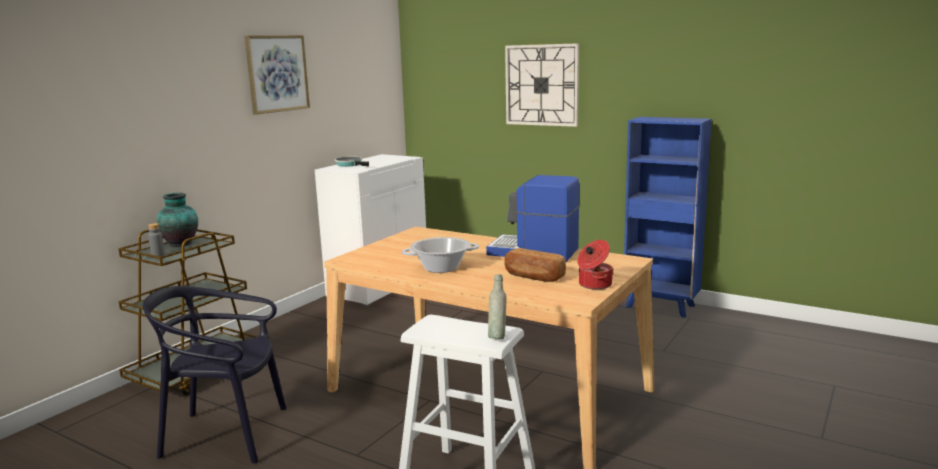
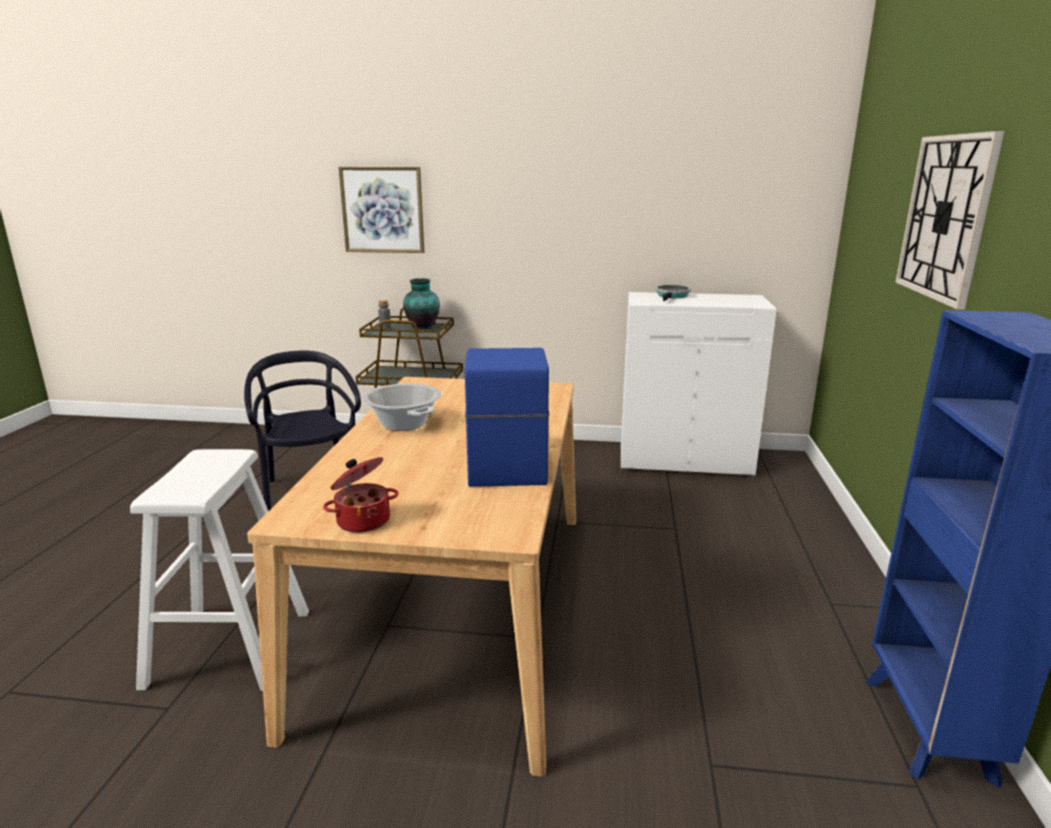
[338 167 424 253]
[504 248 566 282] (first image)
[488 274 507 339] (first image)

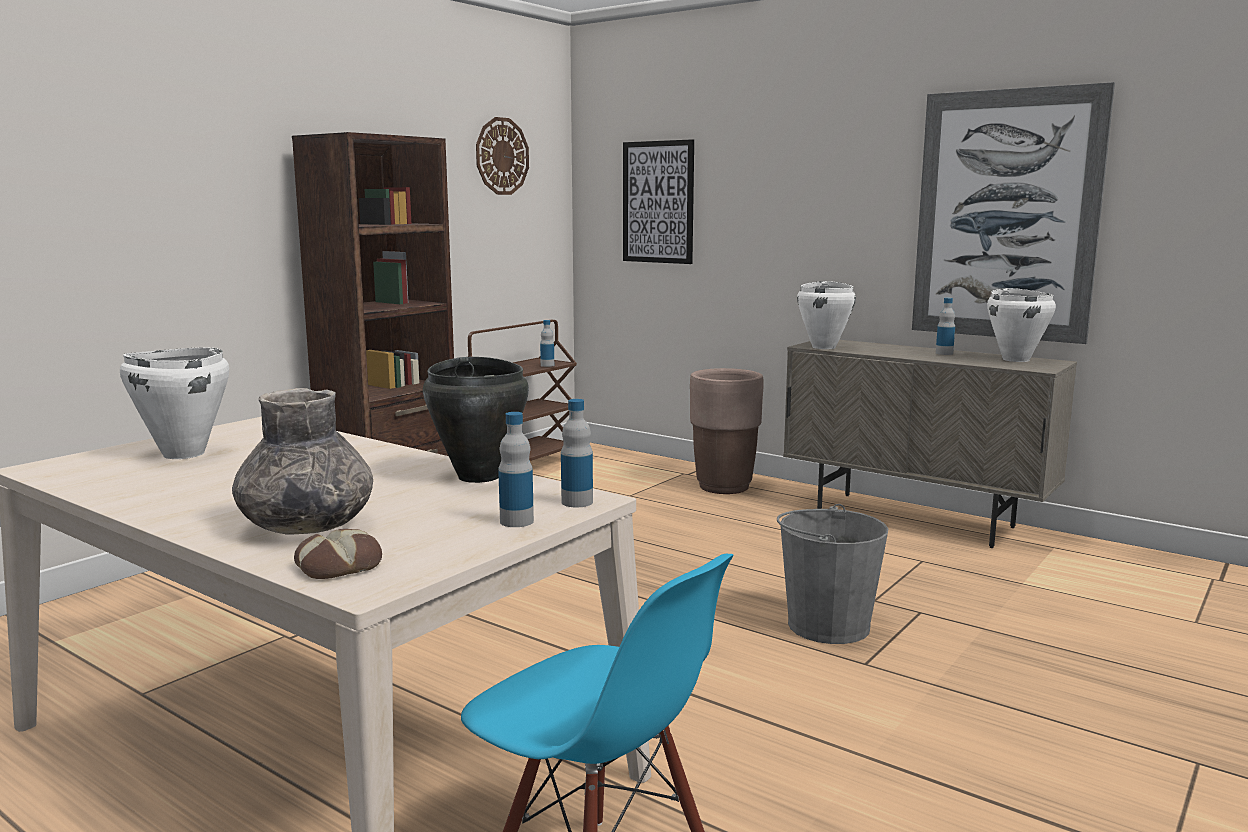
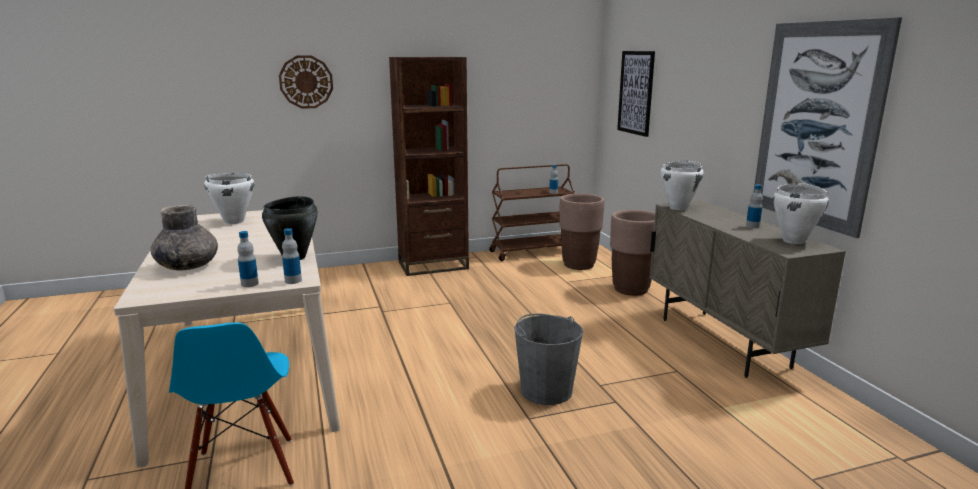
[279 55 333 109]
[294 529 382 579] (first image)
[559 193 604 270]

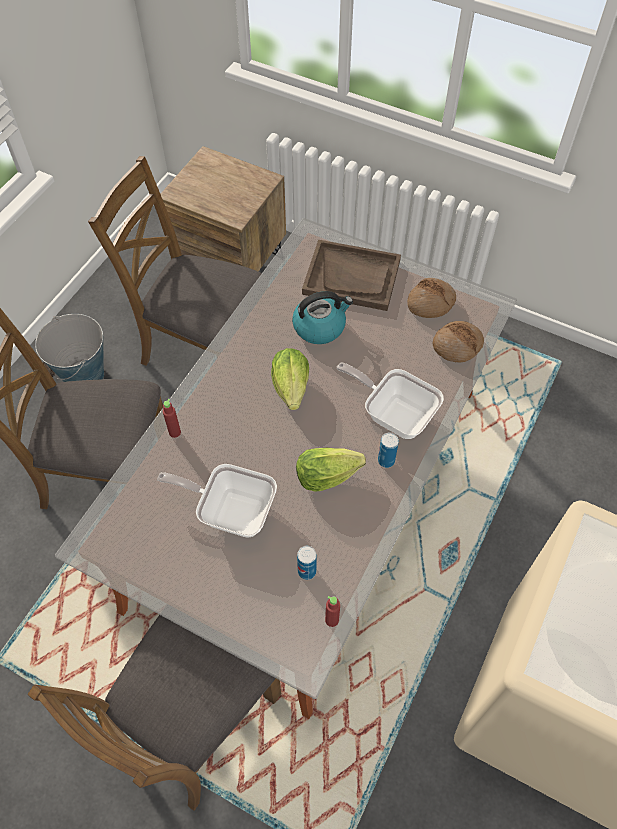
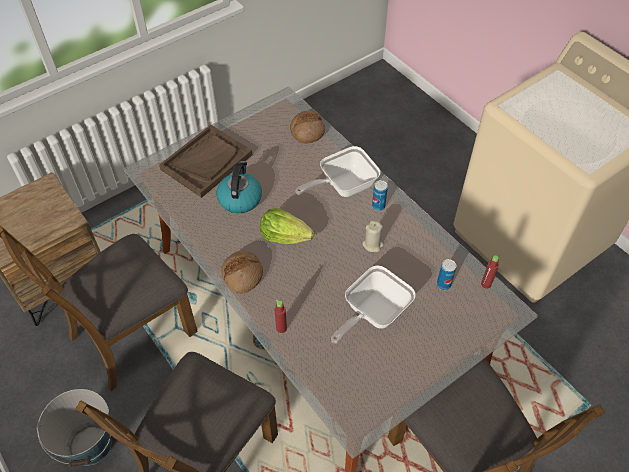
[221 251 263 294]
[362 221 384 252]

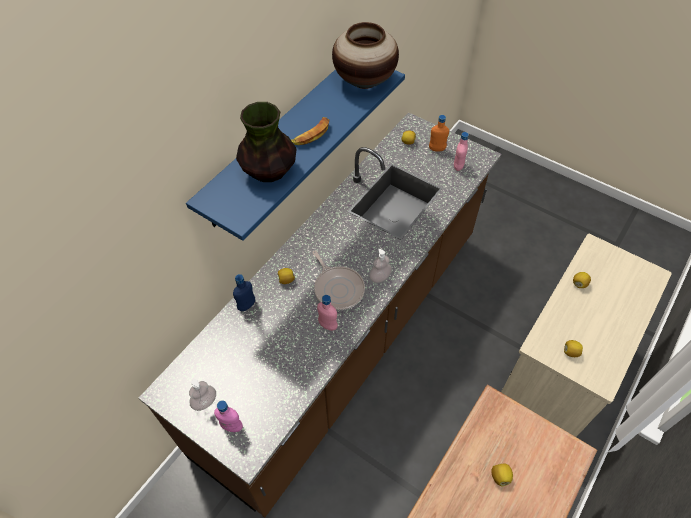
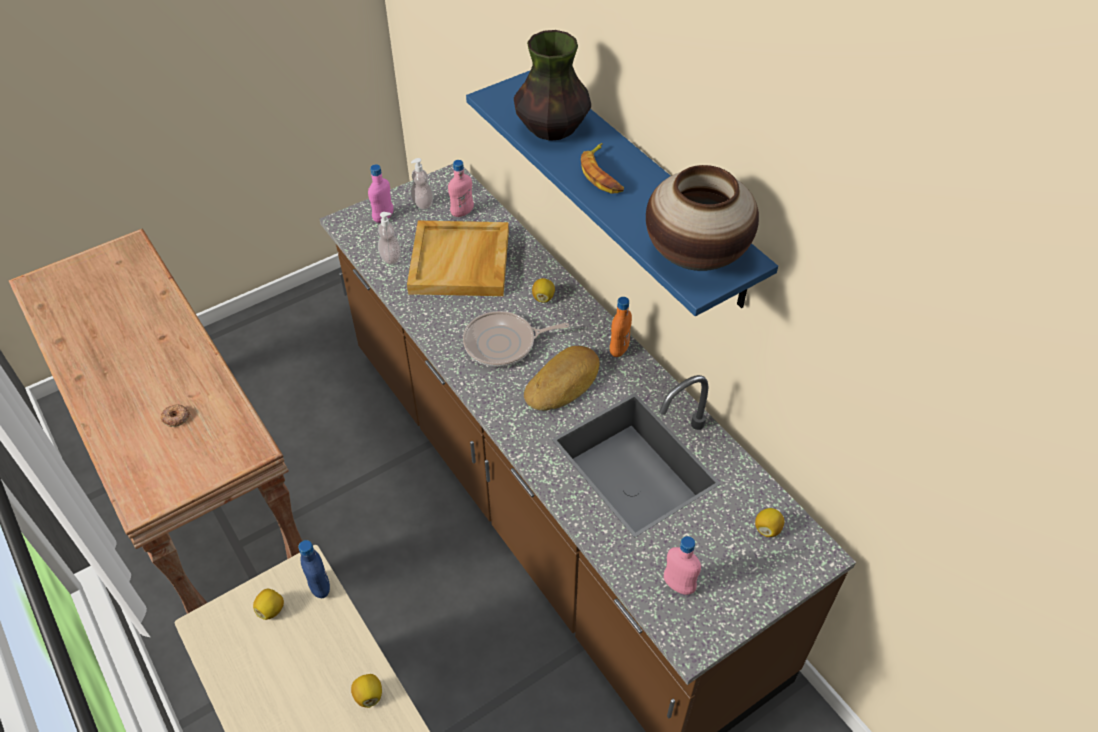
[610 297 632 357]
[378 212 401 265]
[298 540 330 598]
[448 160 474 217]
[161 404 190 427]
[407 221 509 296]
[524 346 600 411]

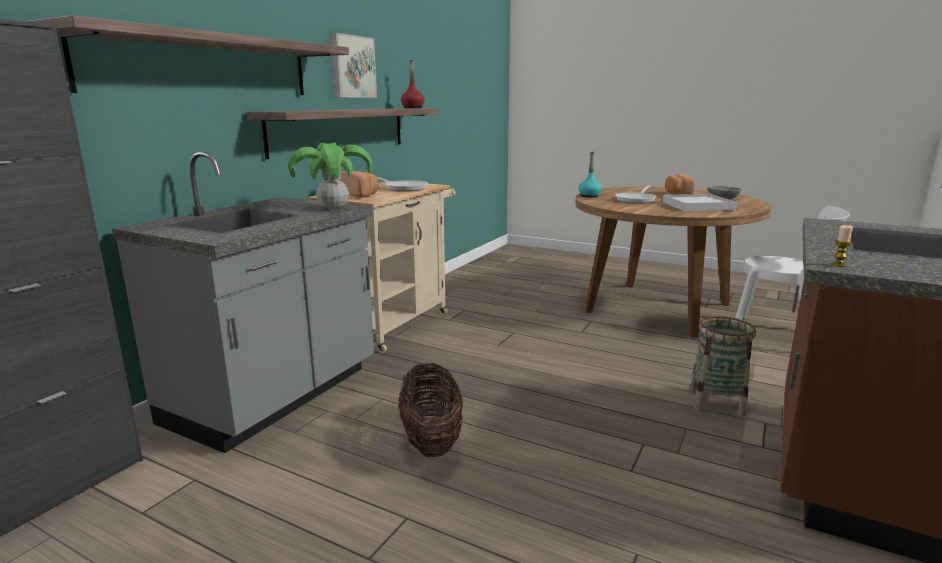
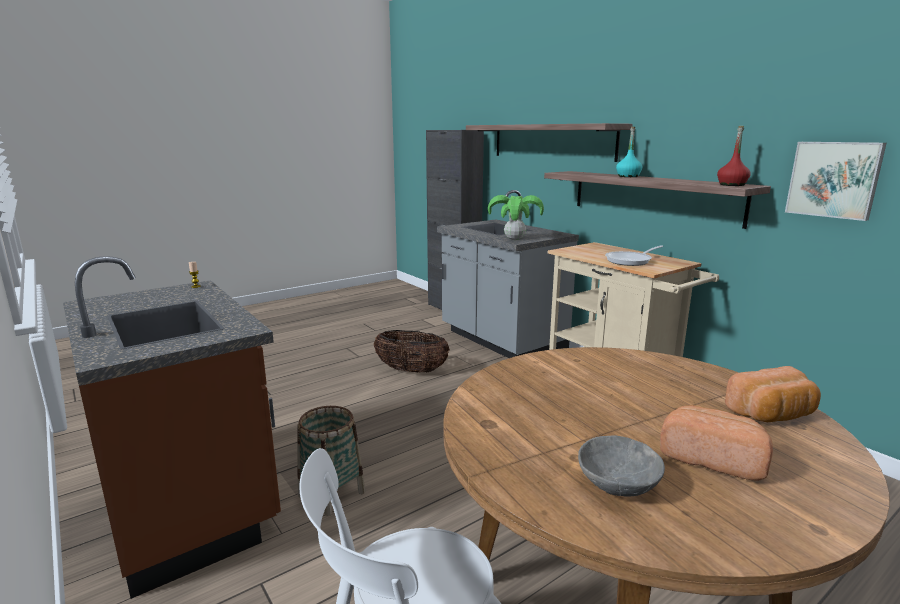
[785 142 886 221]
[616 127 642 177]
[725 366 821 422]
[615 185 657 204] (first image)
[663 194 737 211] (first image)

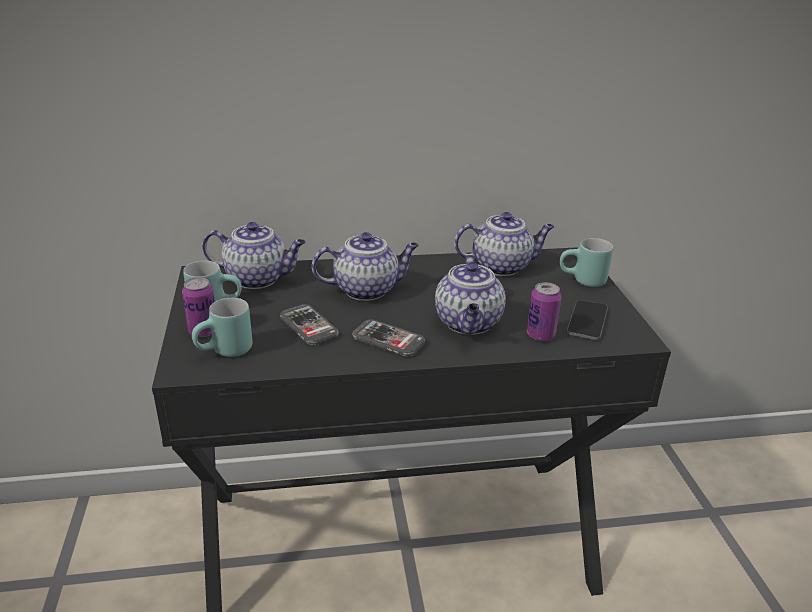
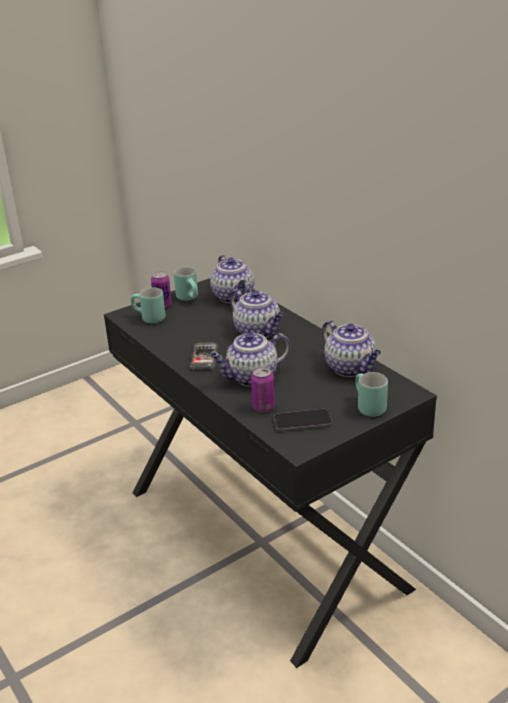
[280 304 339 345] (first image)

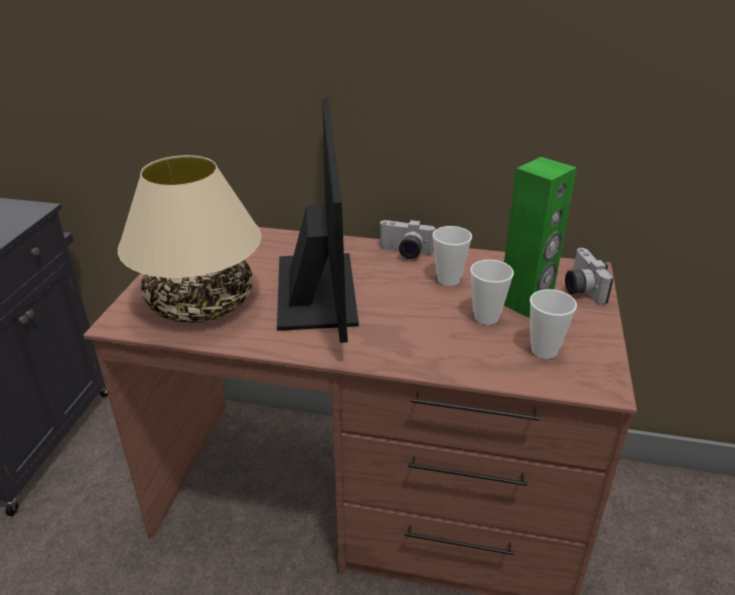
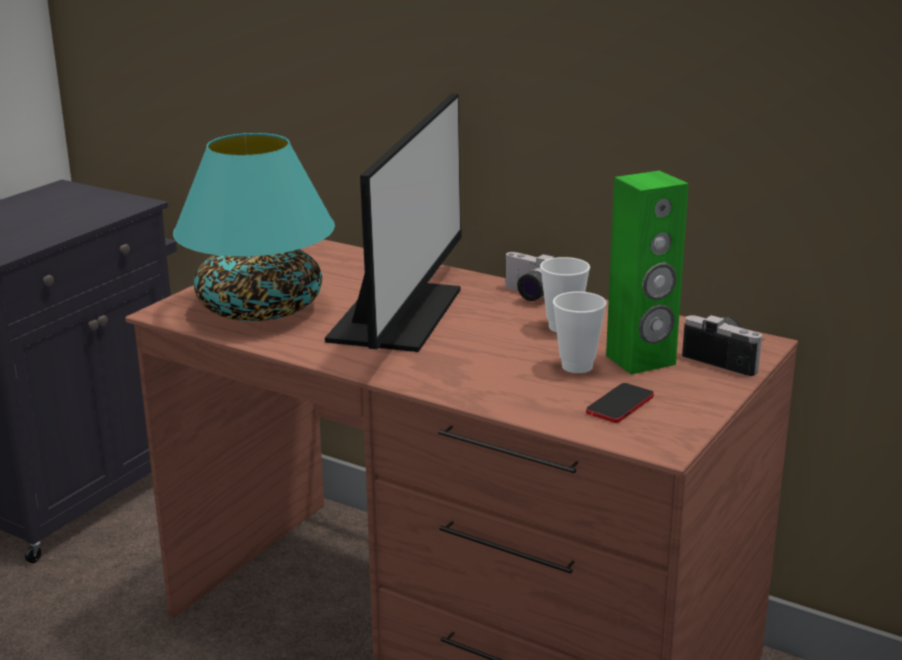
[173 133 335 321]
[682 315 764 376]
[586 383 654 423]

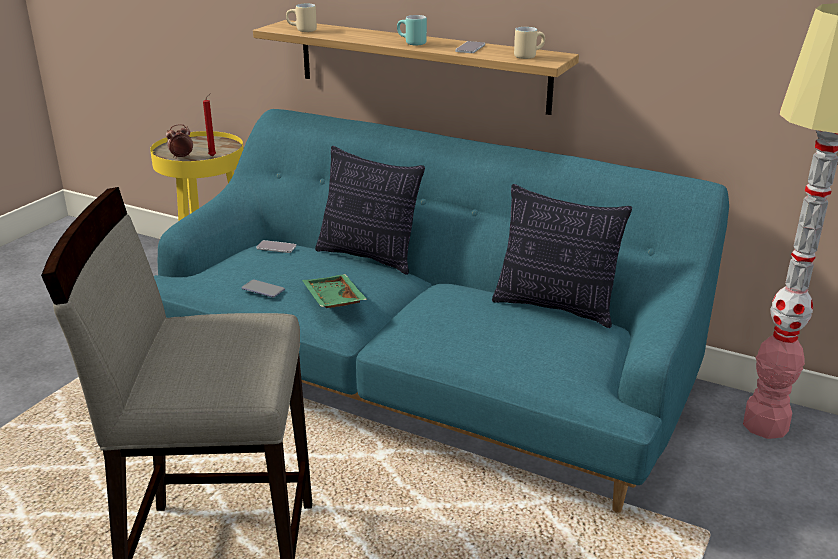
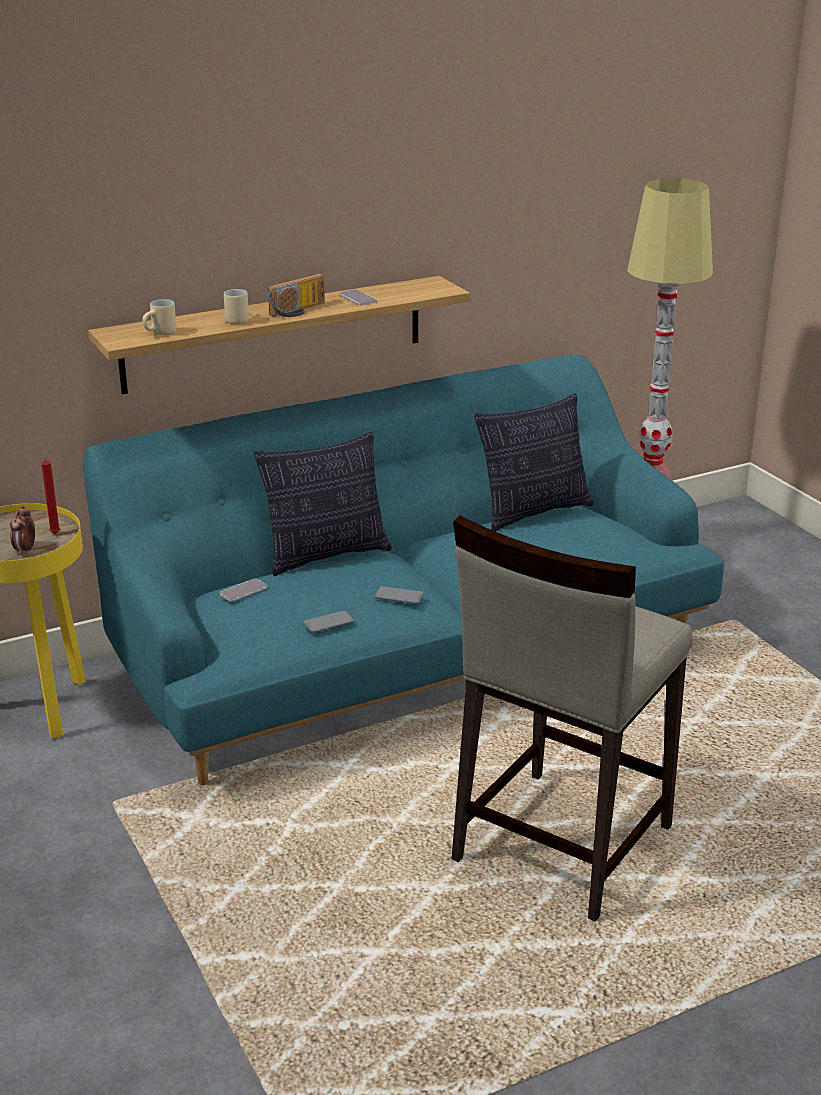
[268 274 325 317]
[224 289 249 324]
[375 586 424 604]

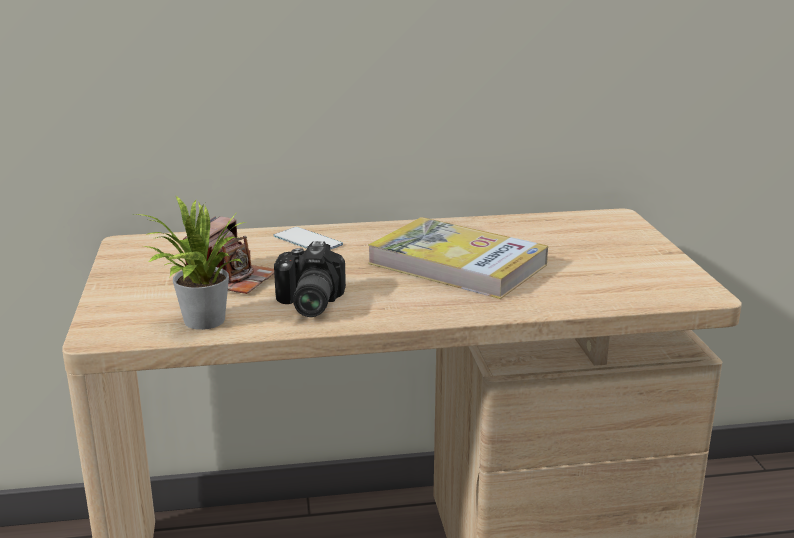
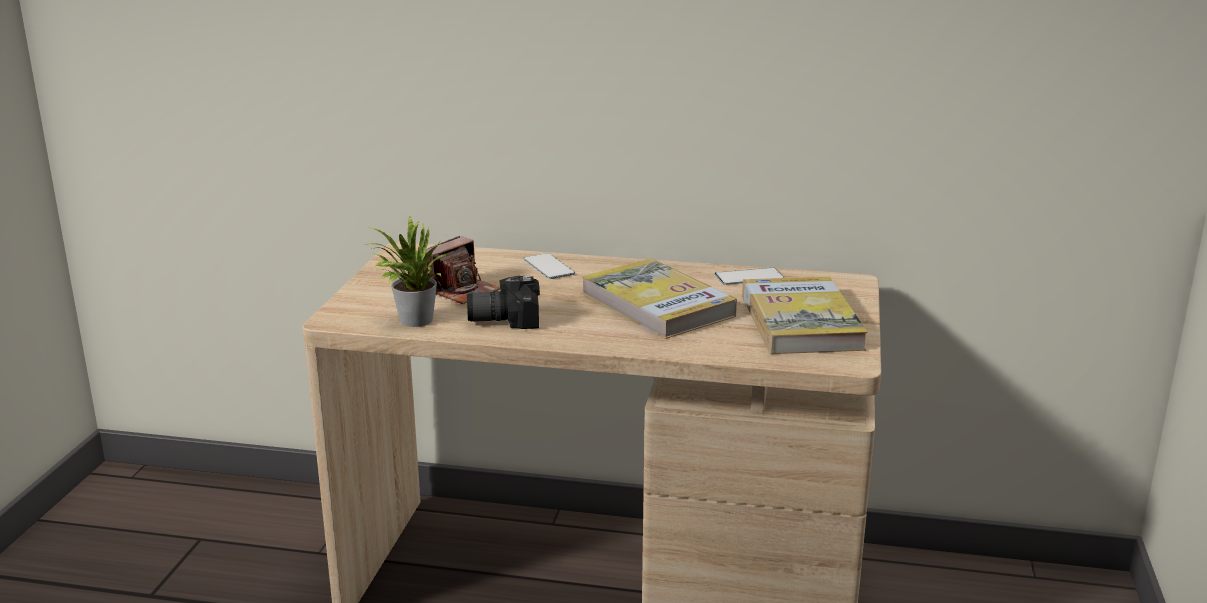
[467 276 540 329]
[714 267 784 285]
[742 277 868 354]

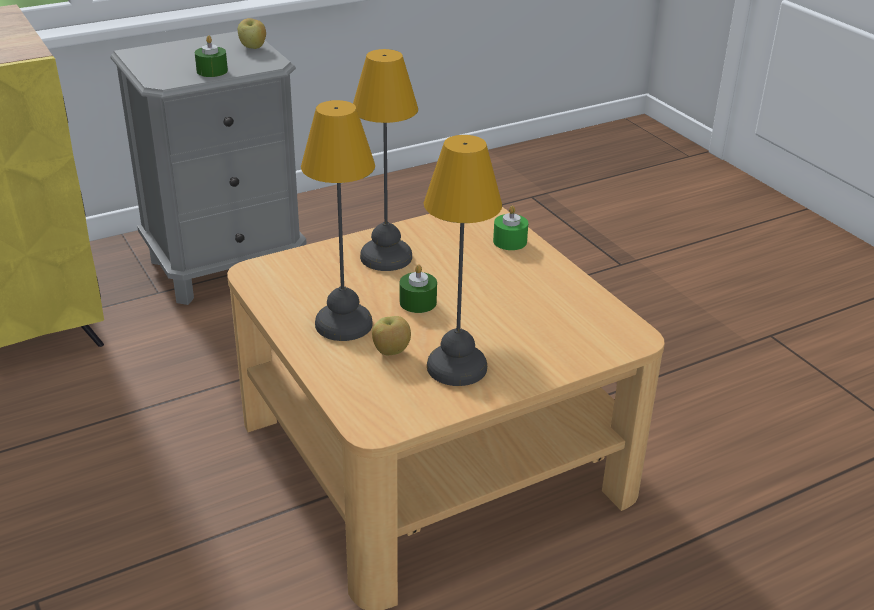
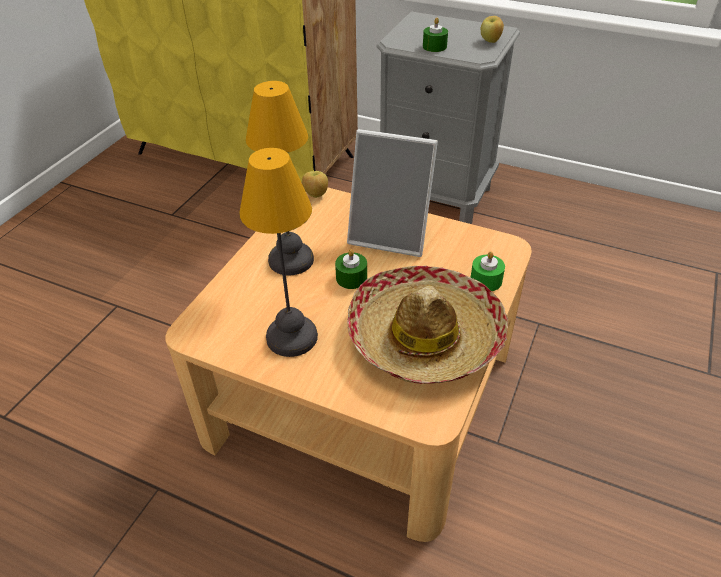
[347 129 438 257]
[302 171 328 198]
[347 266 508 384]

